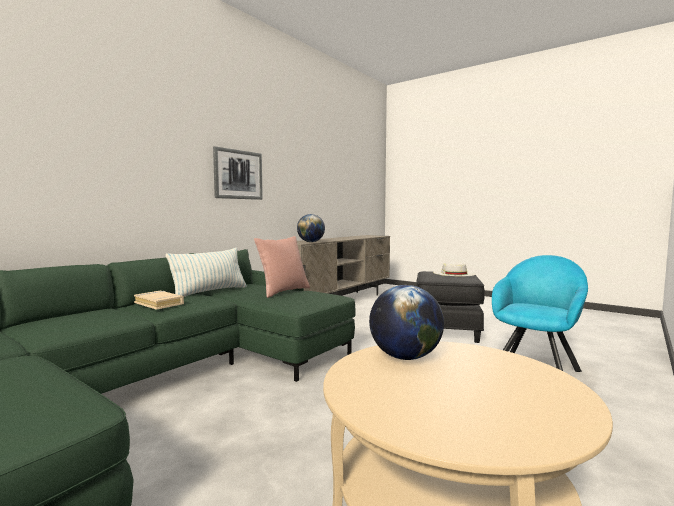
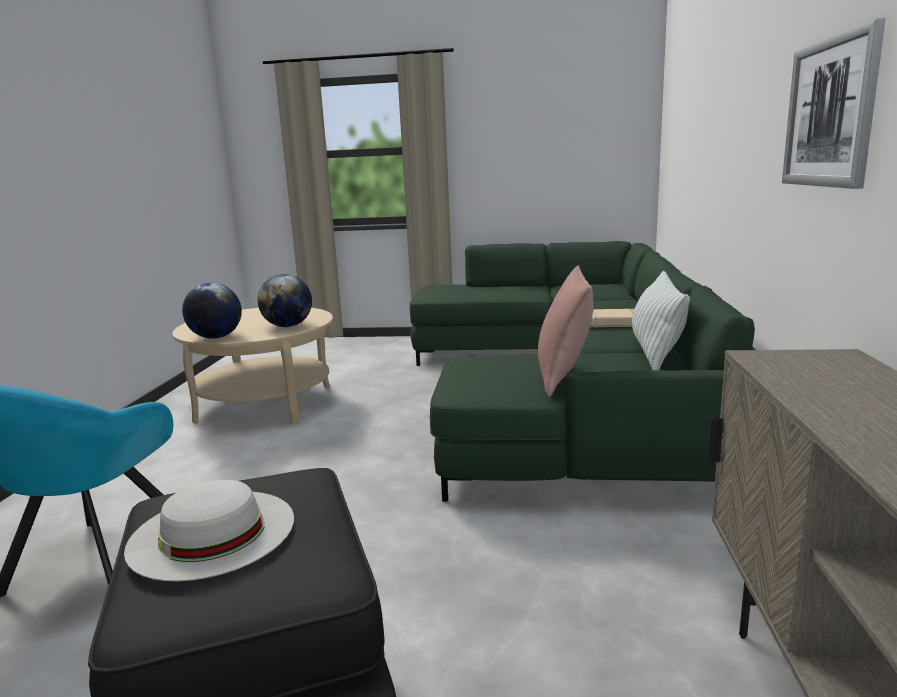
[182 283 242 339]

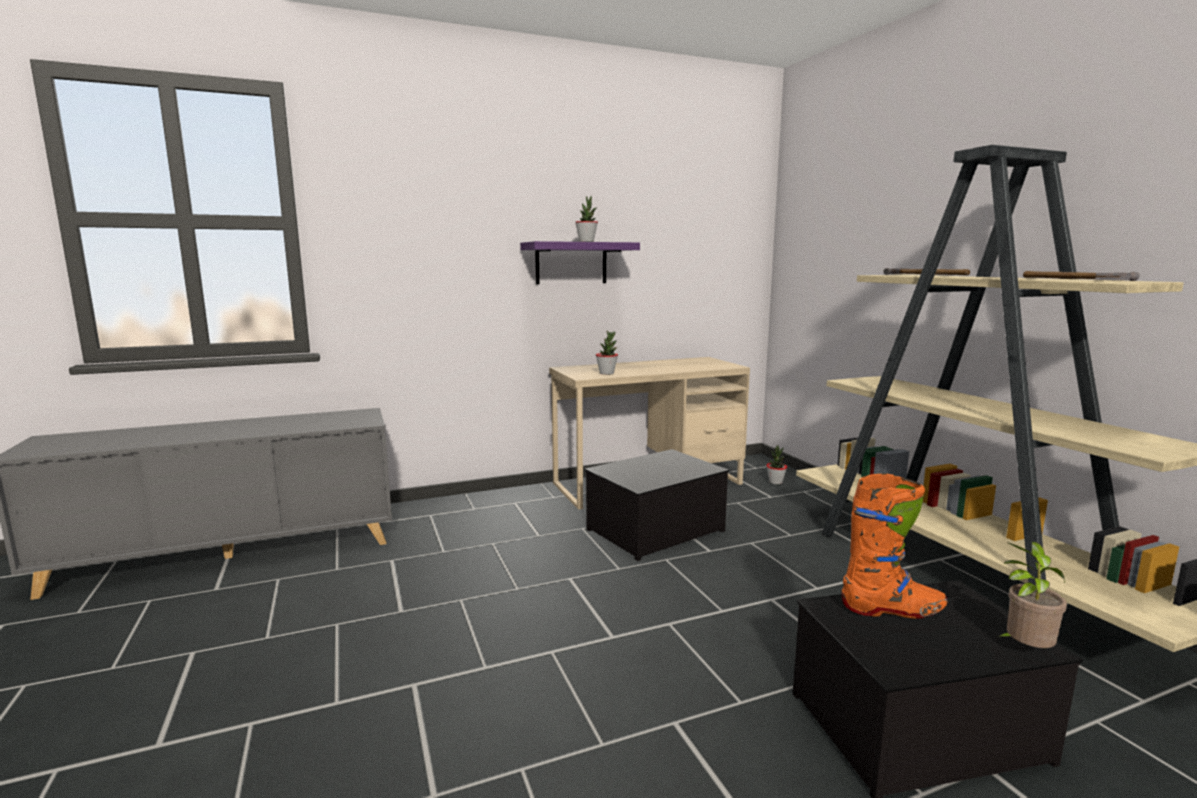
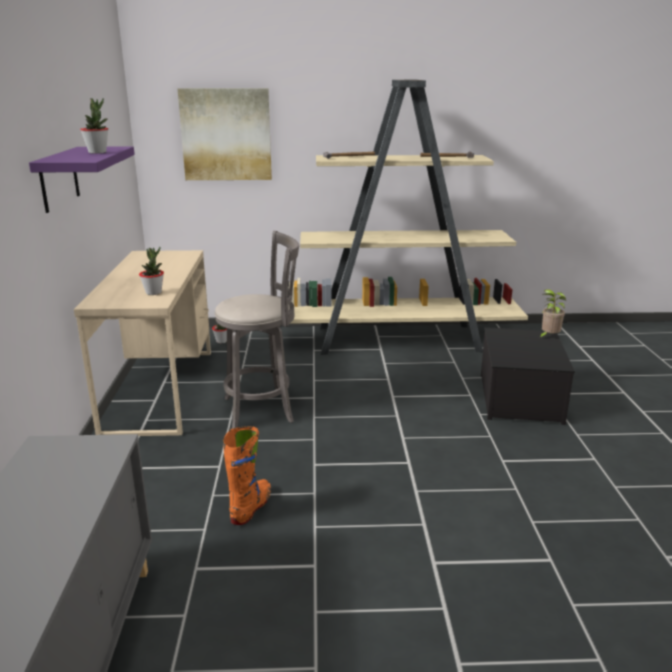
[214 231 299 429]
[223 426 271 525]
[178 88 272 180]

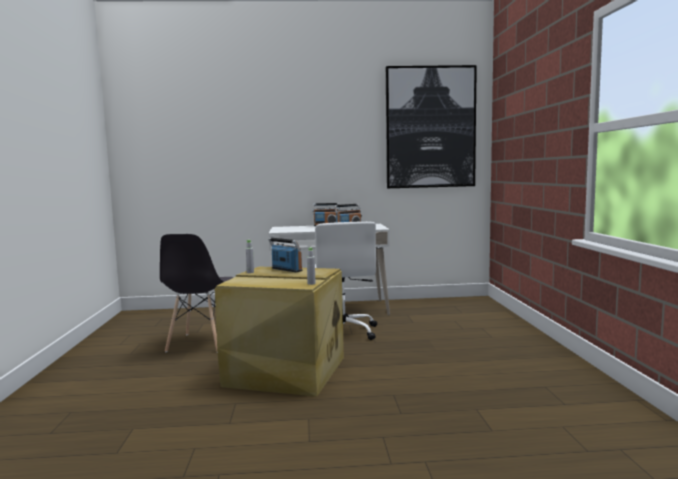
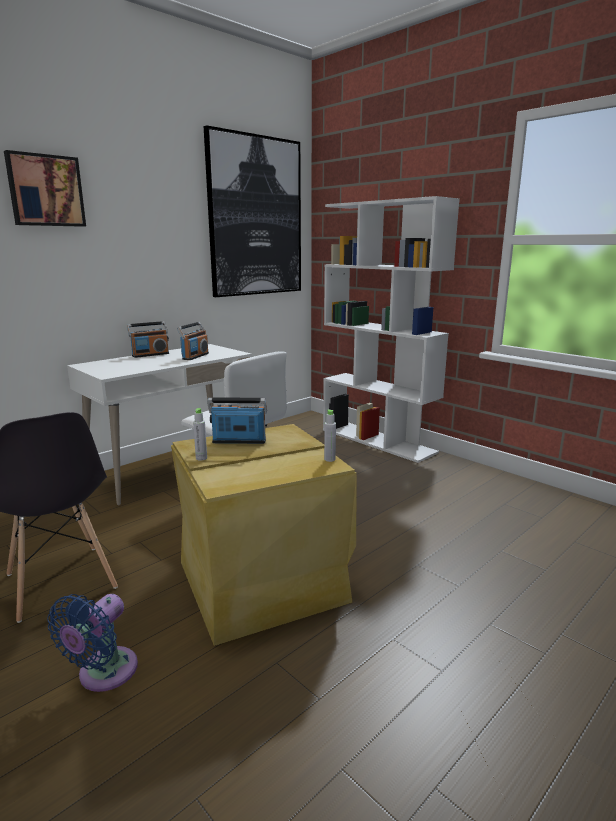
[4 150 86 227]
[323 196 460 463]
[47 594 138 692]

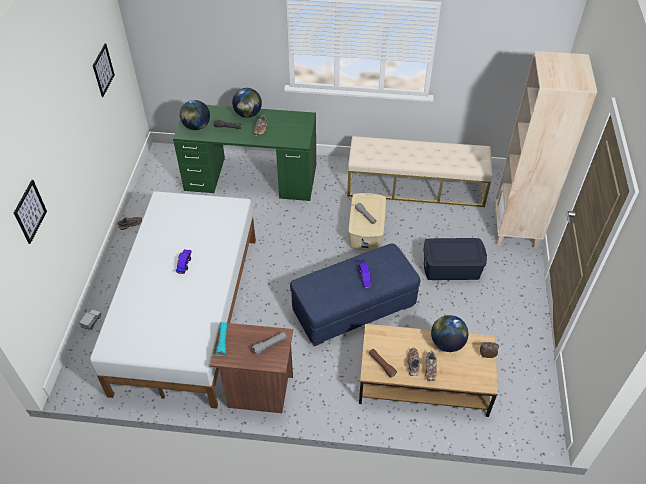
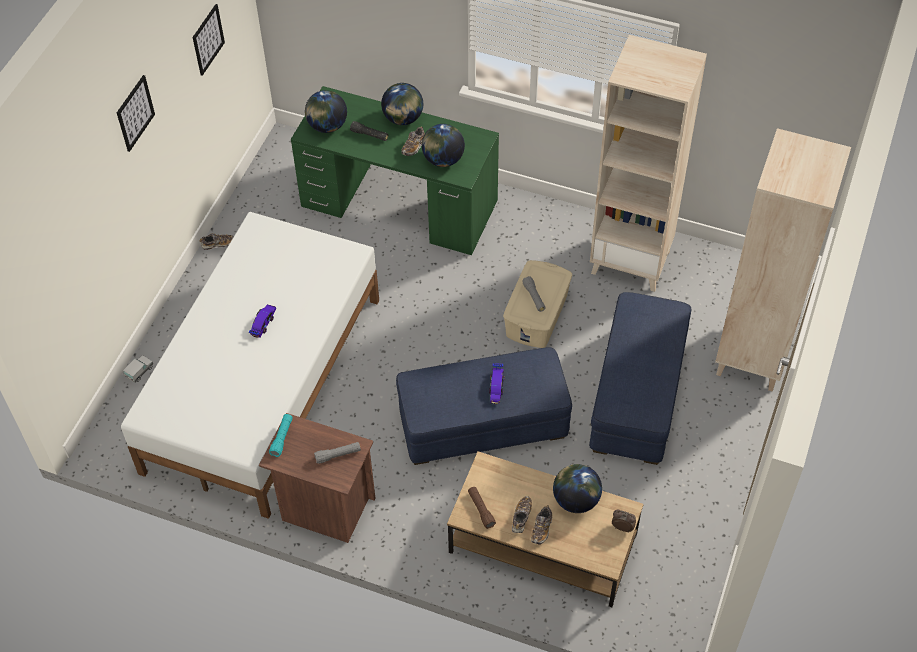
[590 35 707 292]
[117 75 155 152]
[589 292 691 465]
[422 124 465 167]

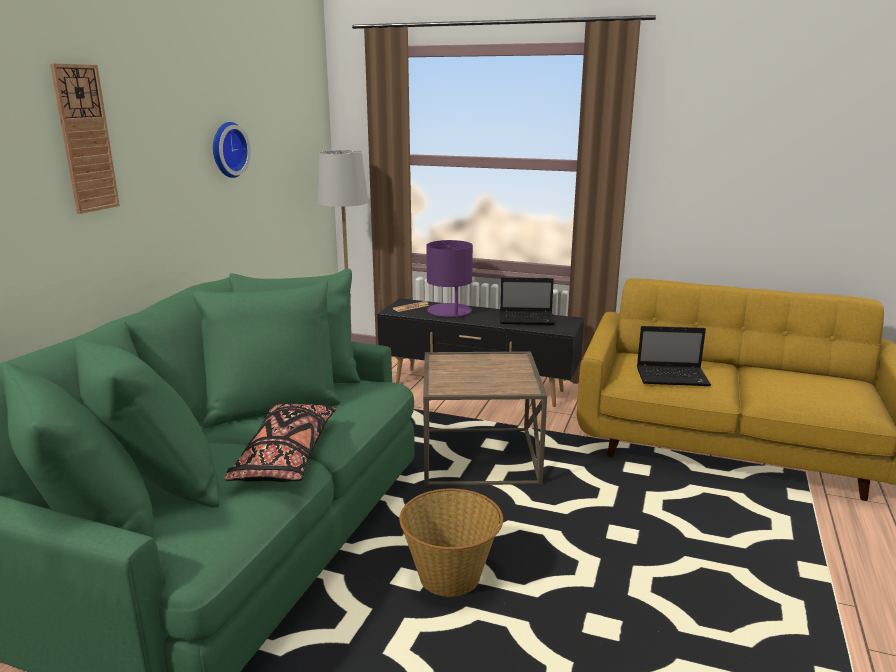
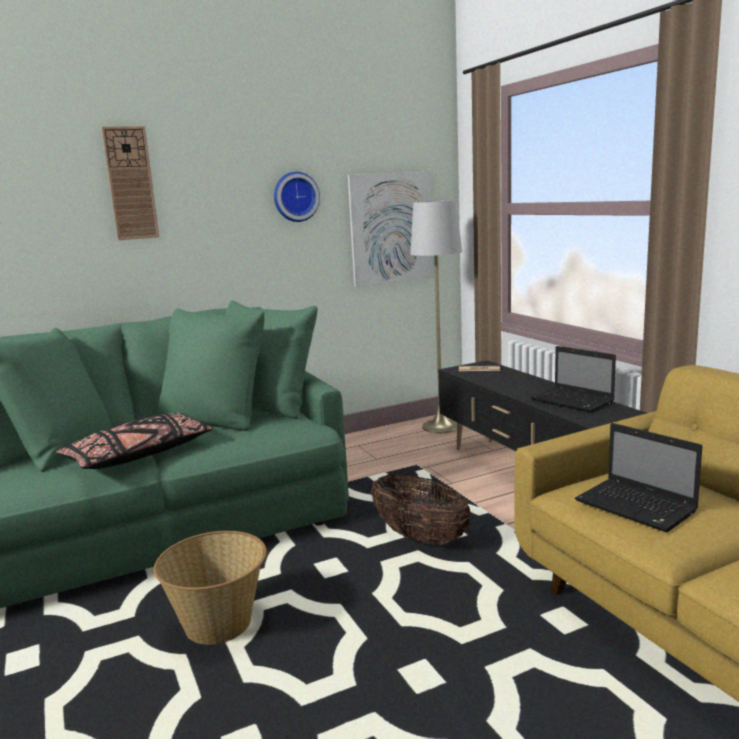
[426 240 473 318] (first image)
[371 474 471 545]
[348 171 435 287]

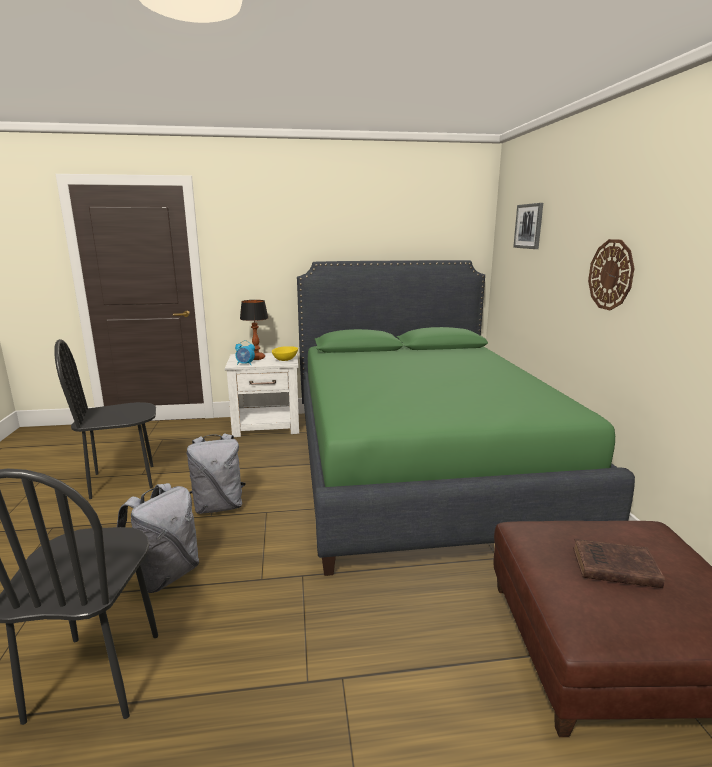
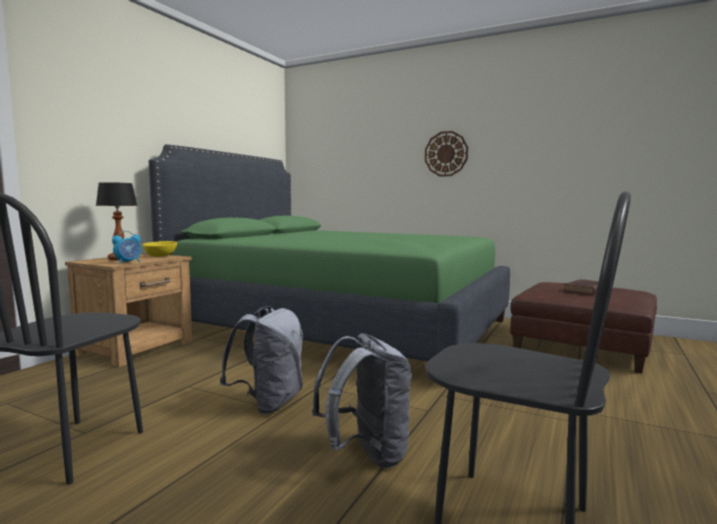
[513 203 543 249] (first image)
[65 253 192 368]

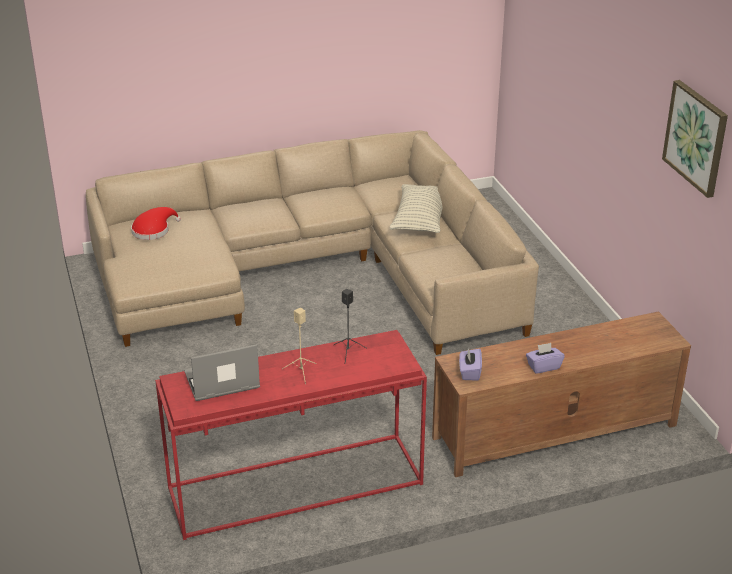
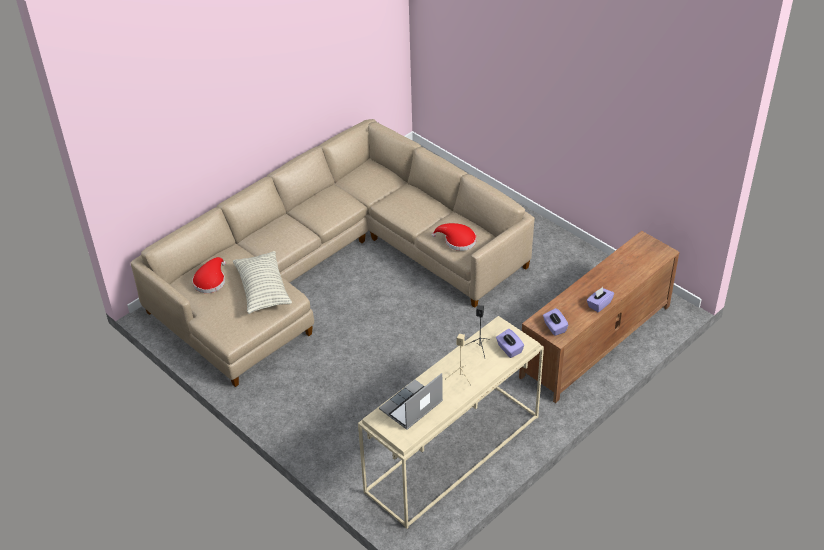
[662 80 728 198] (first image)
[233 251 292 314]
[358 316 544 529]
[431 223 476 251]
[496 329 524 358]

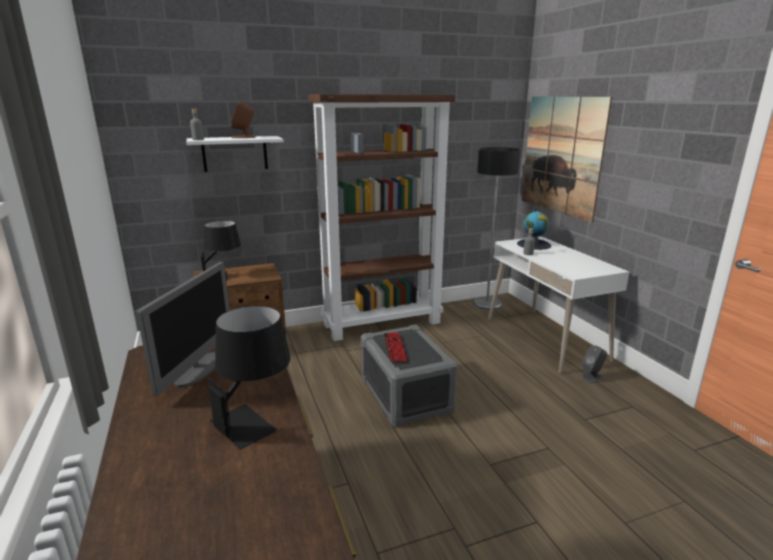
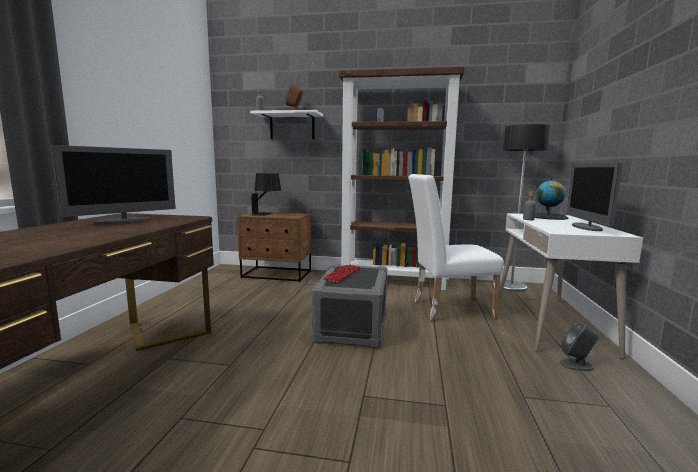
[522 97 612 223] (first image)
[208 306 290 450] (first image)
[567 162 623 231]
[408 174 504 322]

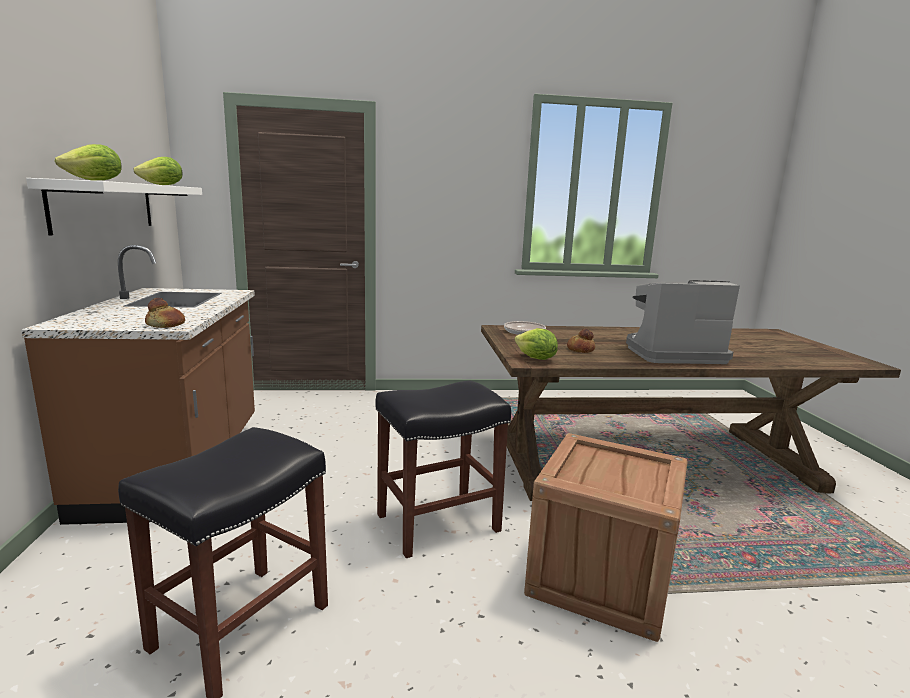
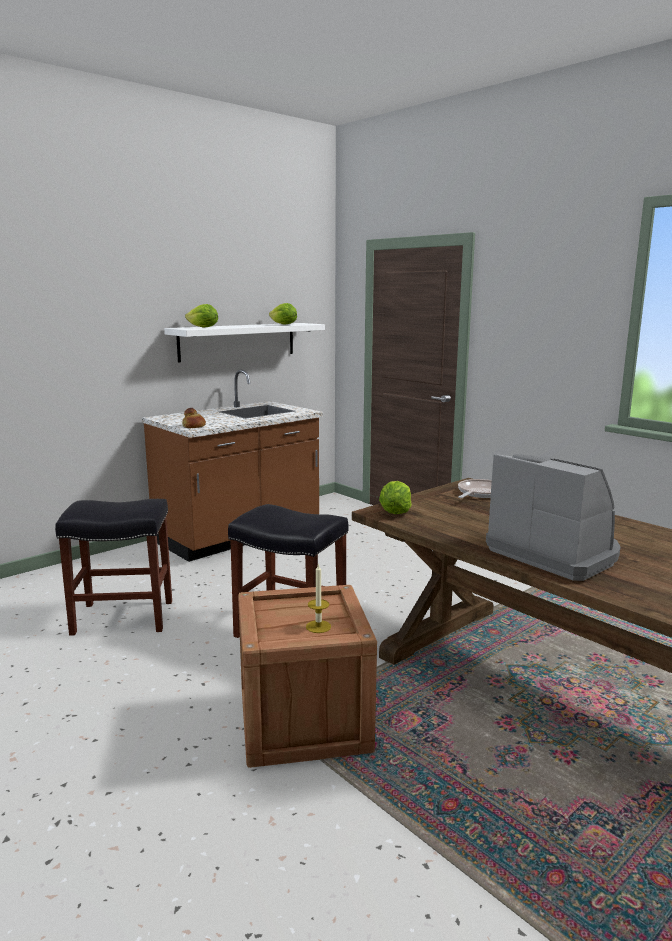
[567 329 595 353] (first image)
[306 563 331 633]

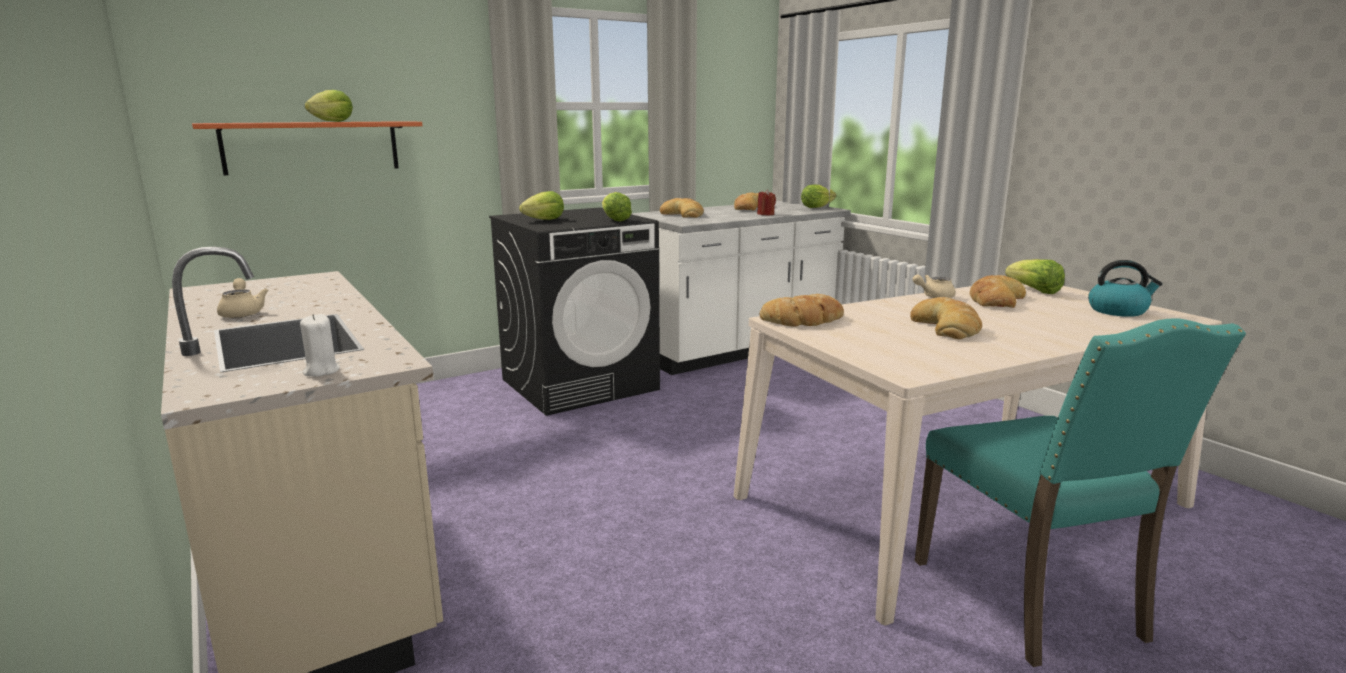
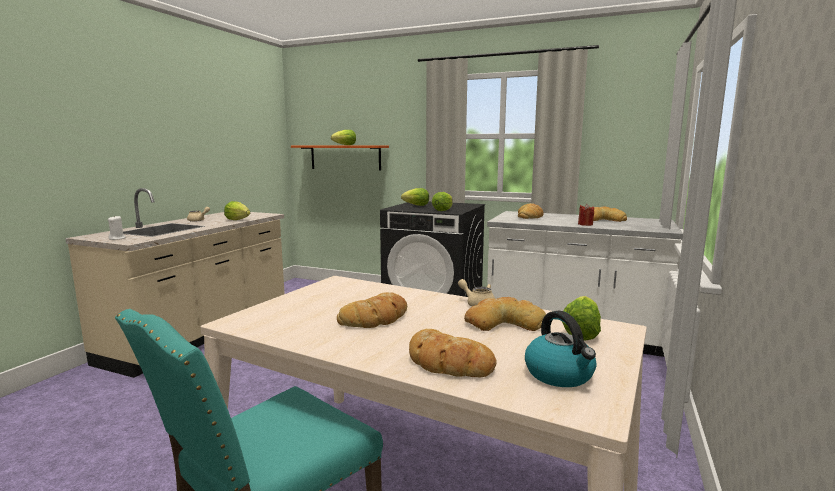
[224 201 250 220]
[409 329 497 377]

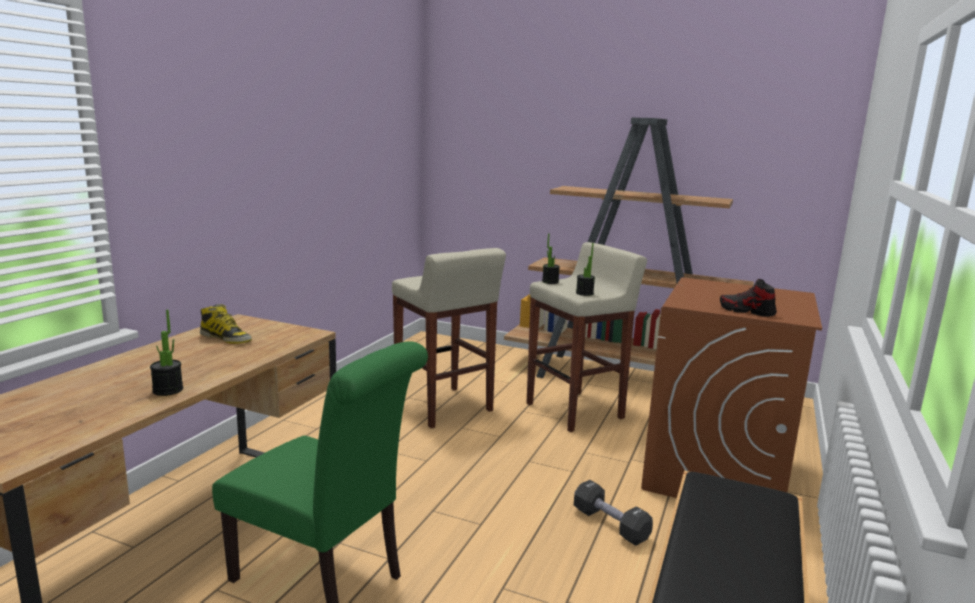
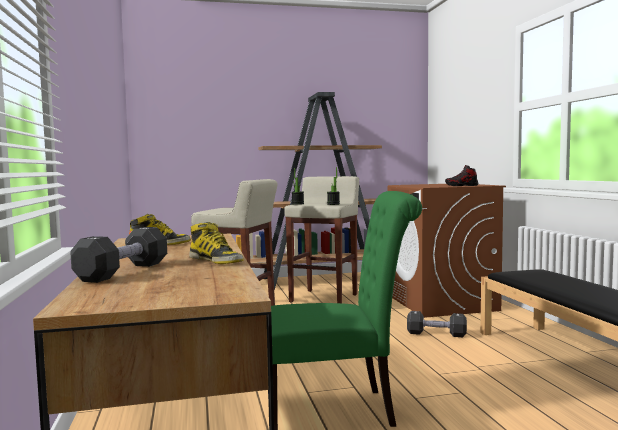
[189 222 243 264]
[70 227 167 283]

